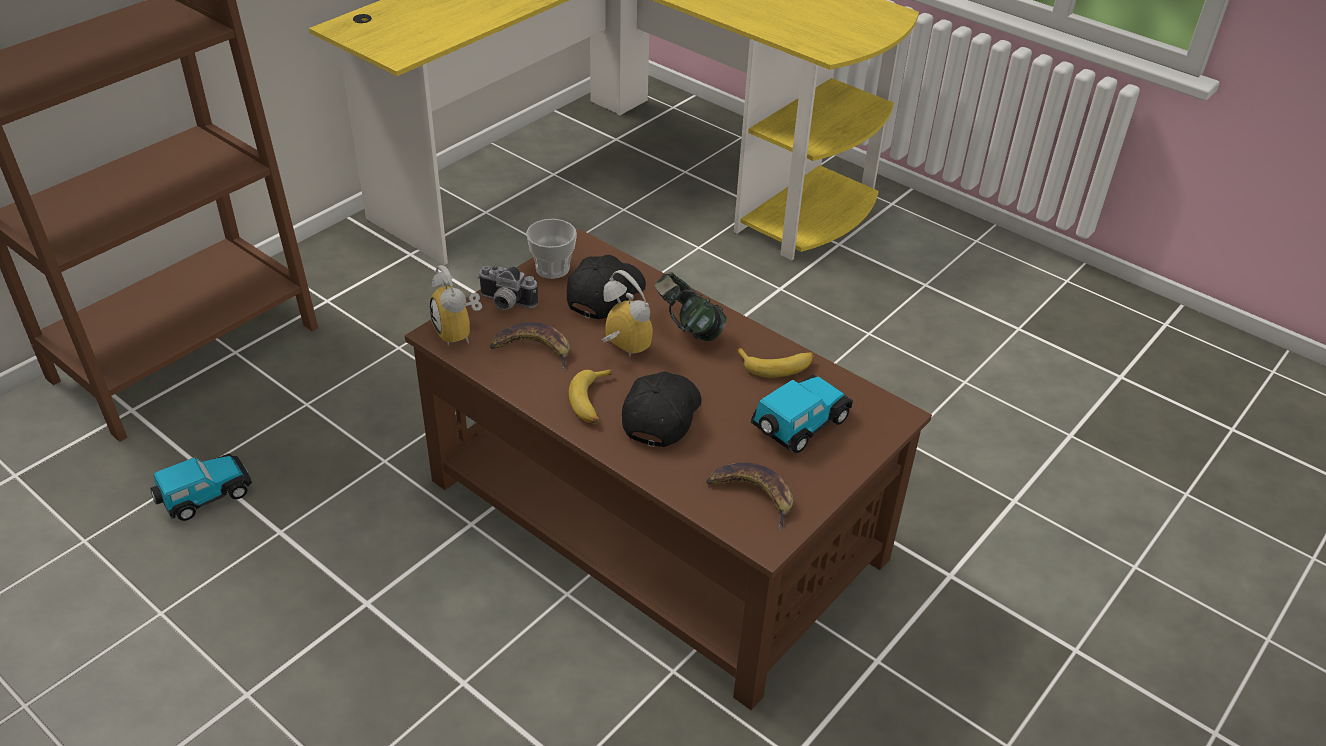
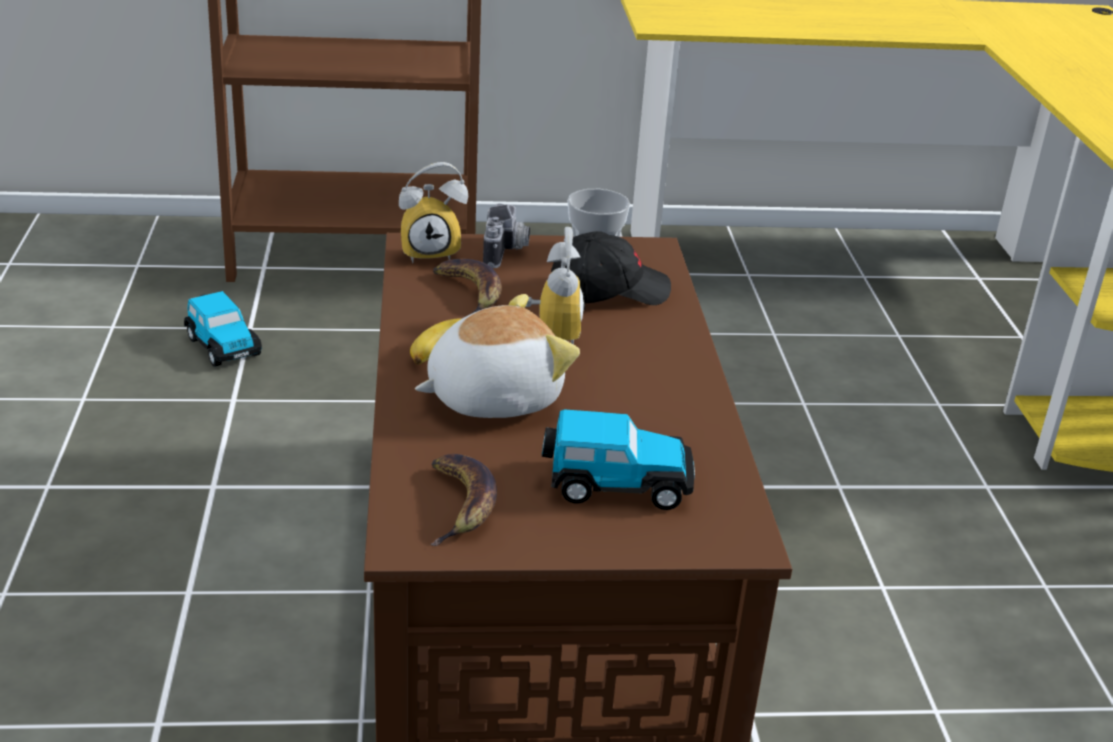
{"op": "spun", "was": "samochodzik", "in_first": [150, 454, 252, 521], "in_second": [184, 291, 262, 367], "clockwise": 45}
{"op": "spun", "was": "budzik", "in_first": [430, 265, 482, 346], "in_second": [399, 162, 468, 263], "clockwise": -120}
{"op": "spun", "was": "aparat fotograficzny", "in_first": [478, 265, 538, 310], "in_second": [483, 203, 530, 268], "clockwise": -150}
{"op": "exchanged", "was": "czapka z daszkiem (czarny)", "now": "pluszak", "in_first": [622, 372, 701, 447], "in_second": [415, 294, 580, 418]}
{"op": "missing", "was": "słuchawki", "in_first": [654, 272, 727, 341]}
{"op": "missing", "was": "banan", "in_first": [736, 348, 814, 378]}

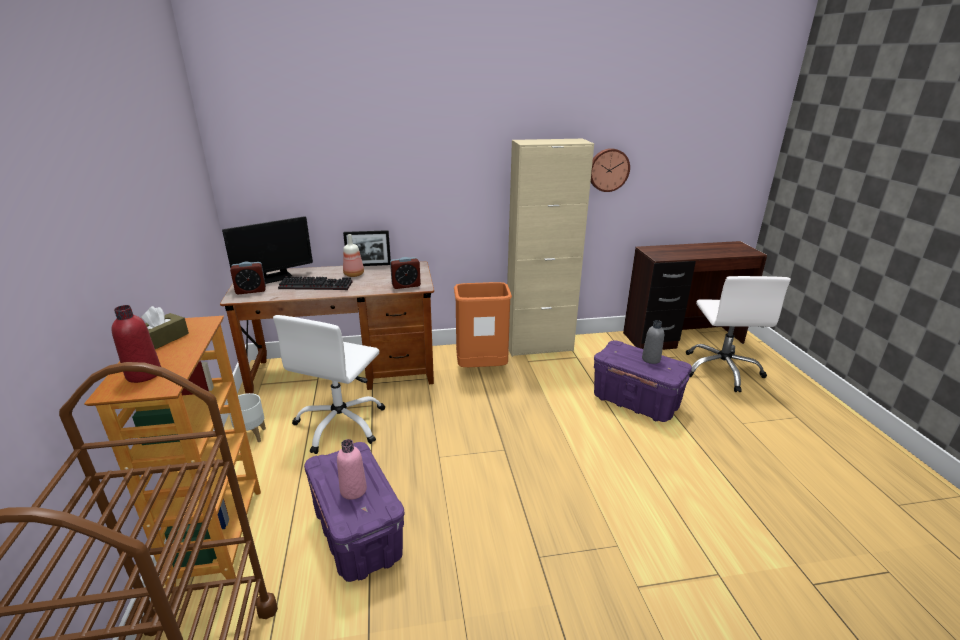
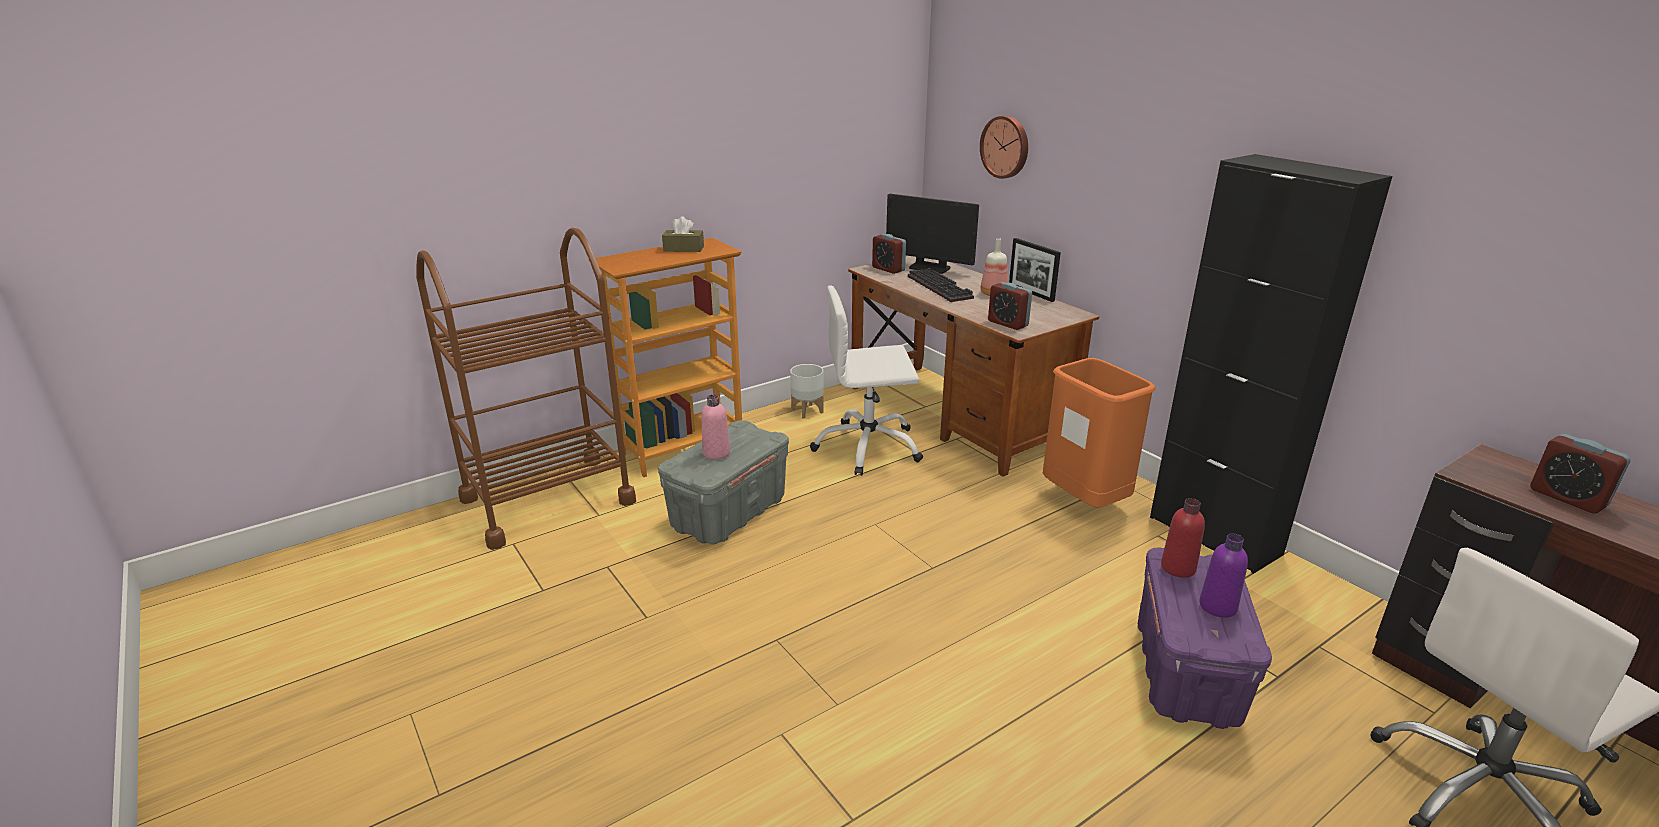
{"op": "relocated", "was": "butelka (czerwony)", "in_first": [112, 305, 161, 383], "in_second": [1161, 498, 1205, 578]}
{"op": "colour", "was": "pojemnik do przechowywania (fioletowy)", "now": "pojemnik do przechowywania (szary)", "in_first": [304, 442, 404, 582], "in_second": [658, 420, 789, 544]}
{"op": "colour", "was": "szafka (beżowy)", "now": "szafka (czarny)", "in_first": [507, 138, 594, 357], "in_second": [1150, 154, 1393, 574]}
{"op": "relocated", "was": "zegar ścienny", "in_first": [591, 148, 630, 192], "in_second": [980, 116, 1028, 179]}
{"op": "colour", "was": "butelka (szary)", "now": "butelka (fioletowy)", "in_first": [642, 320, 664, 364], "in_second": [1199, 533, 1248, 618]}
{"op": "appeared", "now": "budzik", "in_second": [1530, 434, 1631, 514]}

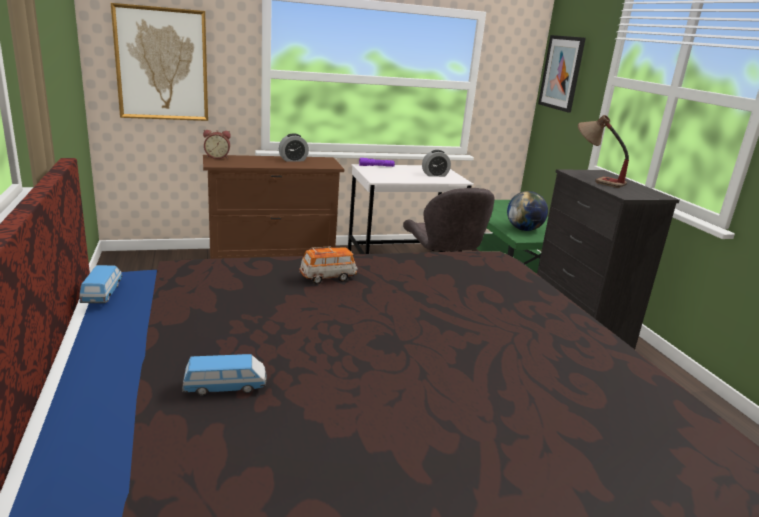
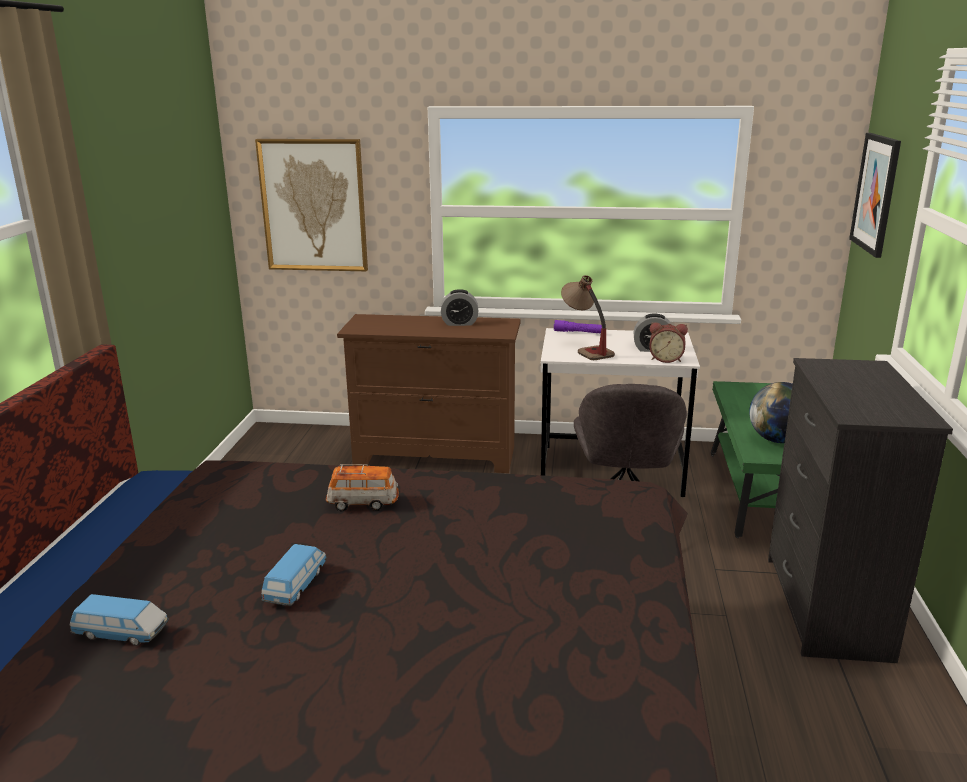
{"op": "relocated", "was": "samochodzik", "in_first": [79, 265, 122, 303], "in_second": [261, 544, 327, 606]}
{"op": "relocated", "was": "budzik", "in_first": [203, 130, 231, 159], "in_second": [649, 322, 688, 363]}
{"op": "relocated", "was": "lampa stołowa", "in_first": [578, 115, 629, 188], "in_second": [561, 275, 615, 360]}

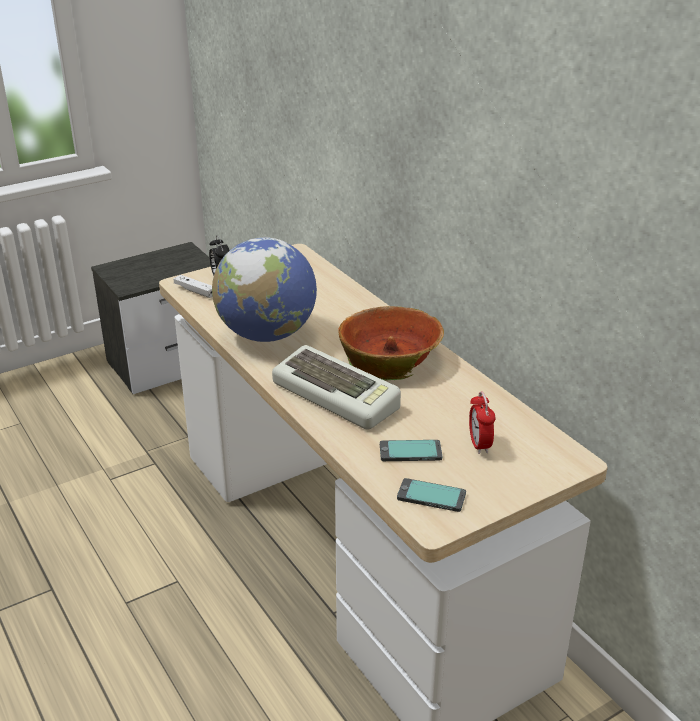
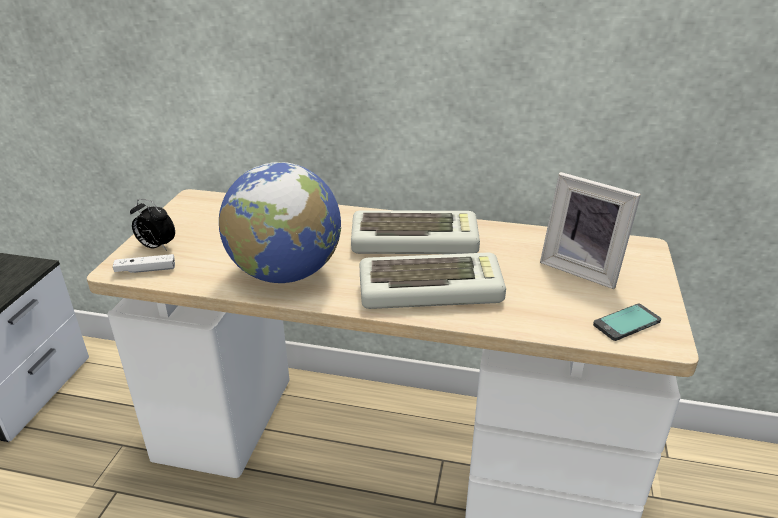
{"op": "exchanged", "was": "miska", "now": "klawiatura", "in_first": [338, 306, 444, 381], "in_second": [351, 210, 480, 254]}
{"op": "missing", "was": "telefon", "in_first": [380, 440, 442, 461]}
{"op": "exchanged", "was": "budzik", "now": "ramka na zdjęcie", "in_first": [469, 391, 496, 454], "in_second": [540, 172, 641, 289]}

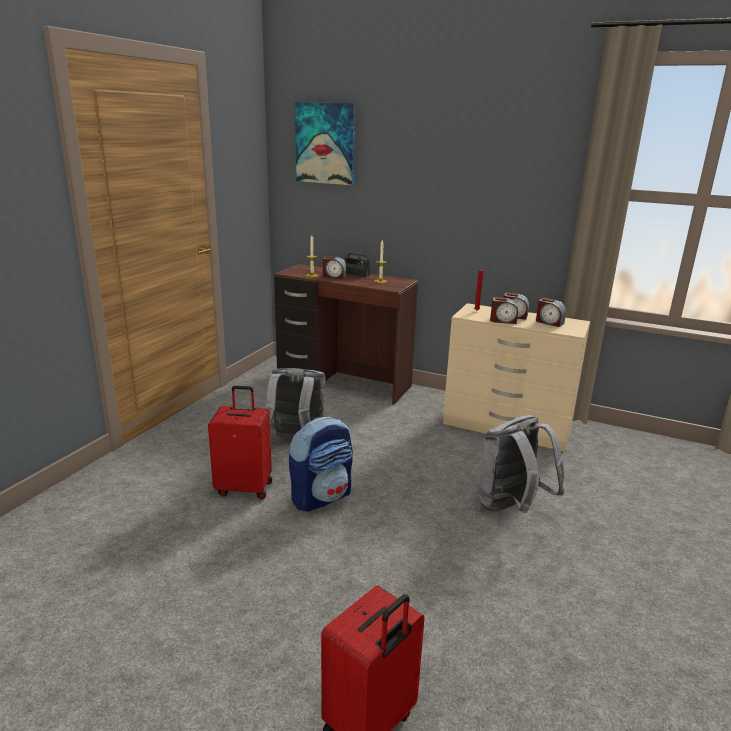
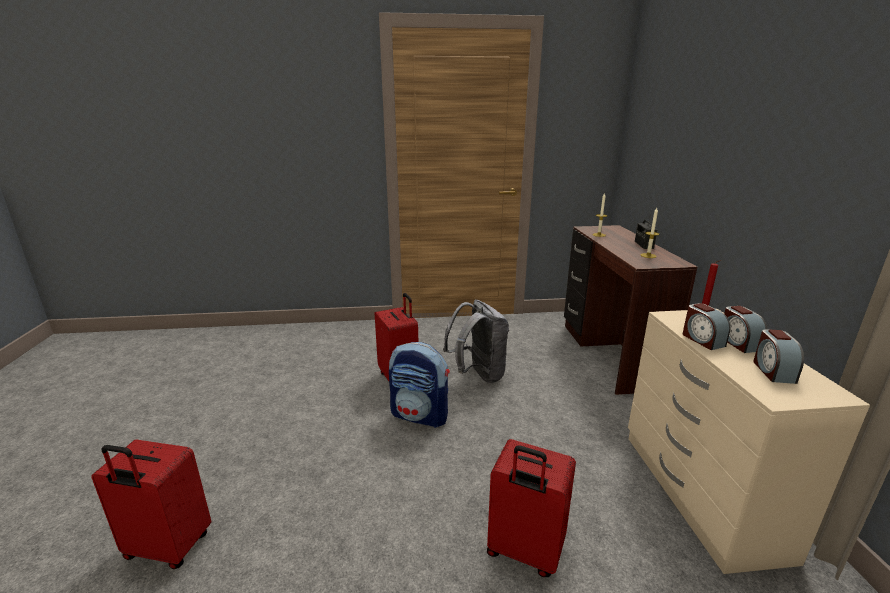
{"op": "missing", "was": "obraz", "in_first": [295, 102, 356, 185]}
{"op": "missing", "was": "budzik", "in_first": [323, 256, 346, 279]}
{"op": "exchanged", "was": "plecak (szary)", "now": "walizka (czerwony)", "in_first": [478, 415, 565, 513], "in_second": [487, 439, 576, 577]}

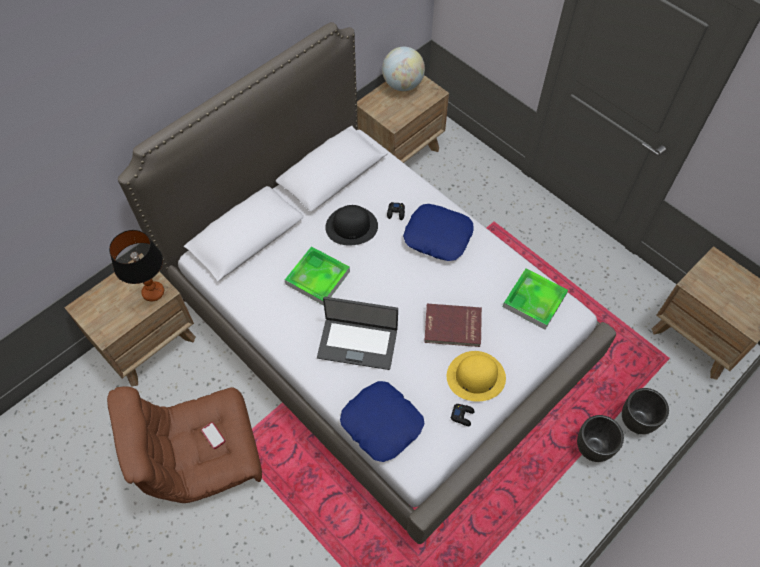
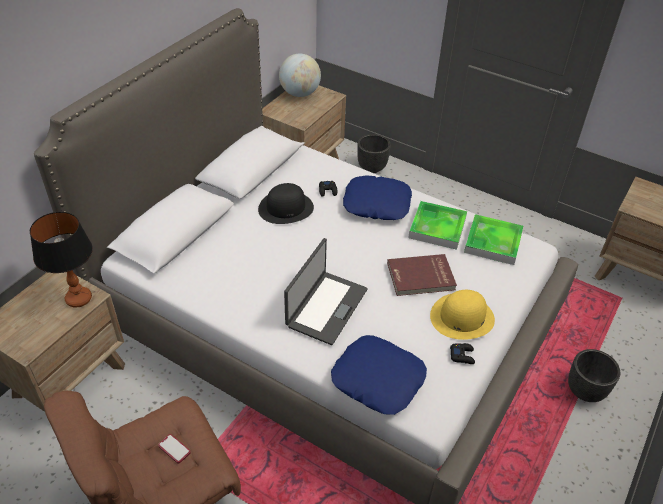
{"op": "relocated", "was": "taca", "in_first": [285, 246, 350, 306], "in_second": [408, 201, 467, 250]}
{"op": "spun", "was": "laptop", "in_first": [317, 297, 398, 370], "in_second": [284, 238, 367, 345], "clockwise": -60}
{"op": "relocated", "was": "donica (czarny)", "in_first": [622, 388, 669, 434], "in_second": [357, 134, 391, 173]}

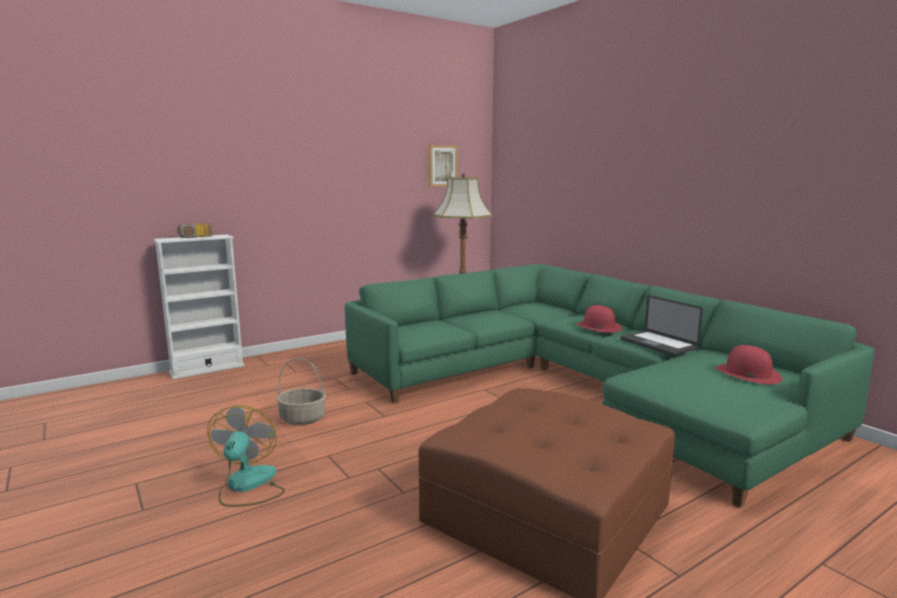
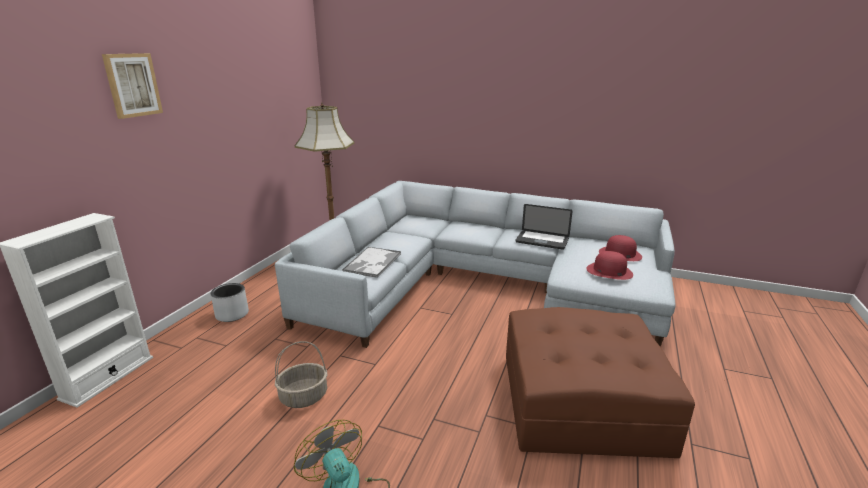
{"op": "missing", "was": "radio", "in_first": [177, 223, 213, 238]}
{"op": "colour", "was": "kanapa (zielony)", "now": "kanapa (szary)", "in_first": [345, 264, 875, 508], "in_second": [275, 181, 676, 348]}
{"op": "relocated", "was": "obraz", "in_first": [429, 145, 458, 187], "in_second": [102, 53, 163, 119]}
{"op": "relocated", "was": "kapelusz (czerwony)", "in_first": [577, 305, 622, 333], "in_second": [586, 251, 633, 280]}
{"op": "appeared", "now": "donica (szary)", "in_second": [211, 283, 249, 322]}
{"op": "appeared", "now": "taca", "in_second": [342, 247, 401, 278]}

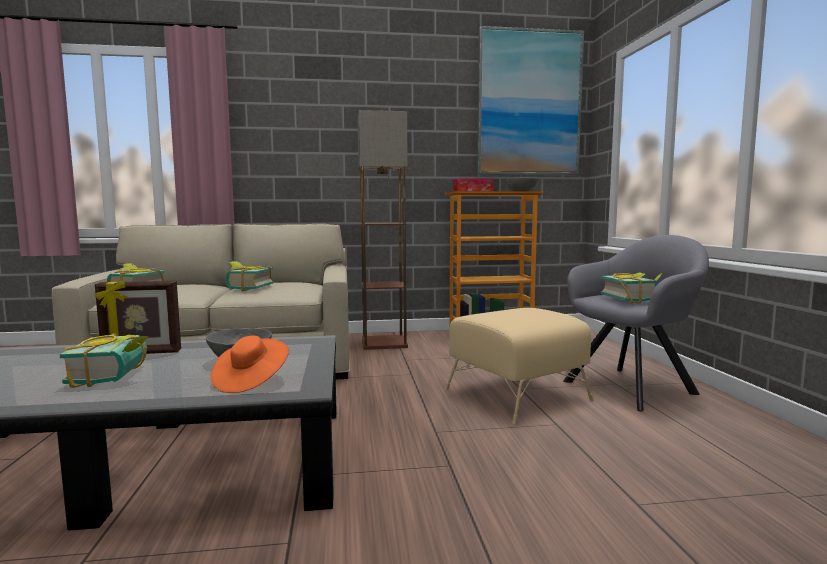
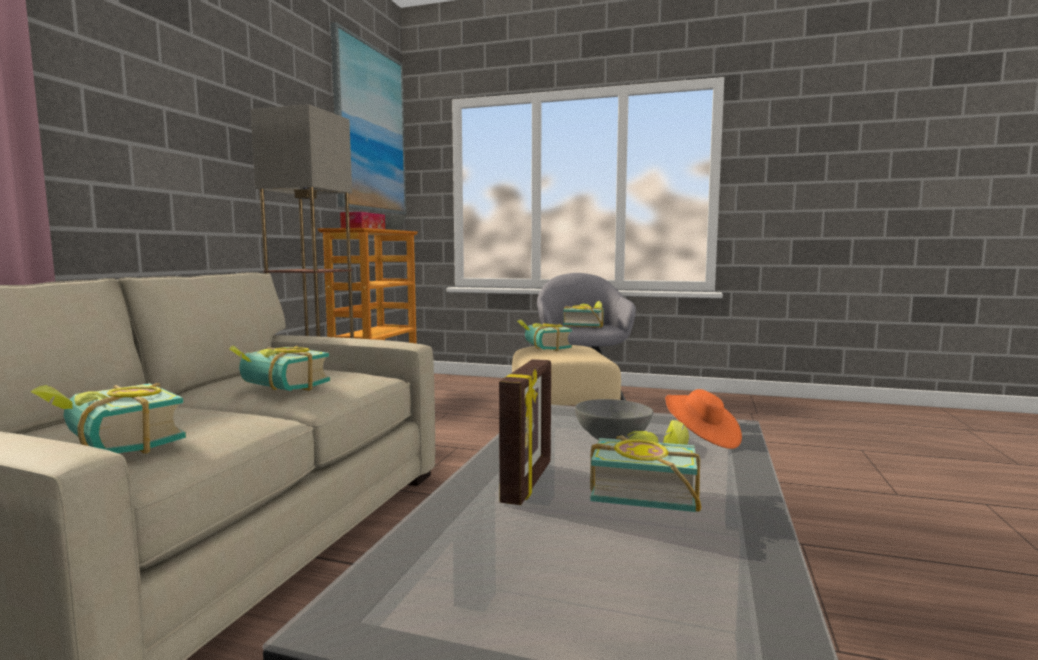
{"op": "appeared", "now": "książka", "in_second": [517, 320, 572, 352]}

